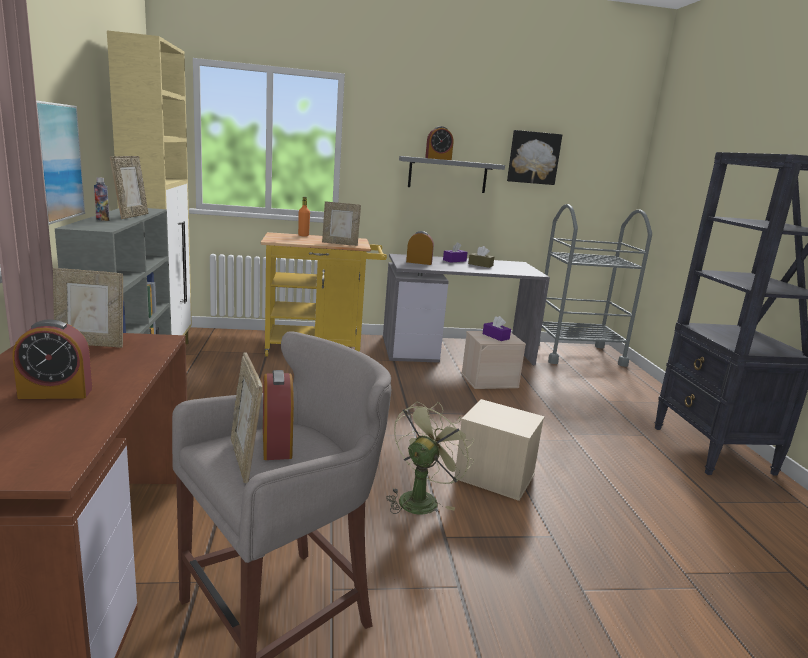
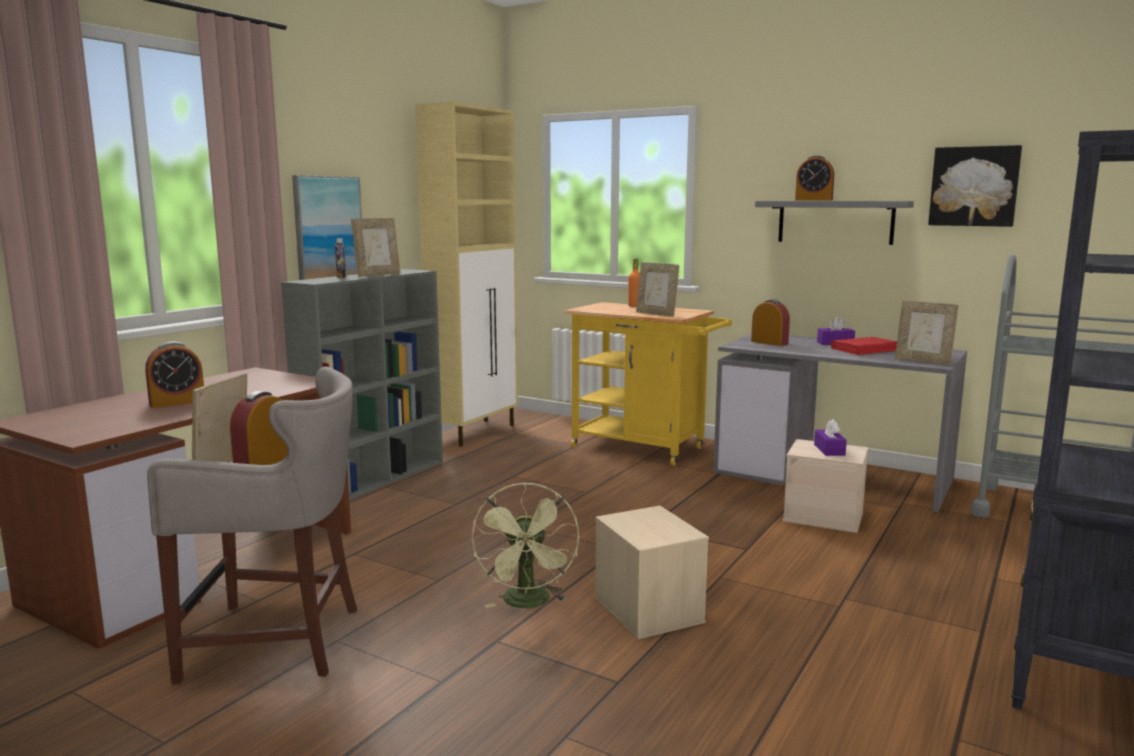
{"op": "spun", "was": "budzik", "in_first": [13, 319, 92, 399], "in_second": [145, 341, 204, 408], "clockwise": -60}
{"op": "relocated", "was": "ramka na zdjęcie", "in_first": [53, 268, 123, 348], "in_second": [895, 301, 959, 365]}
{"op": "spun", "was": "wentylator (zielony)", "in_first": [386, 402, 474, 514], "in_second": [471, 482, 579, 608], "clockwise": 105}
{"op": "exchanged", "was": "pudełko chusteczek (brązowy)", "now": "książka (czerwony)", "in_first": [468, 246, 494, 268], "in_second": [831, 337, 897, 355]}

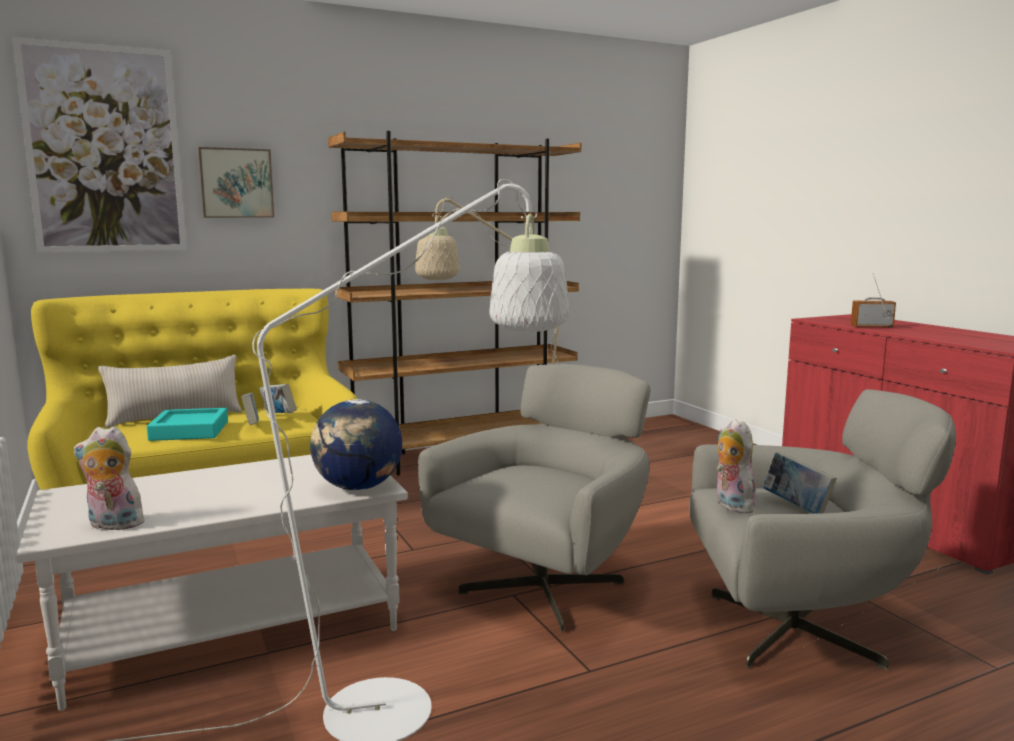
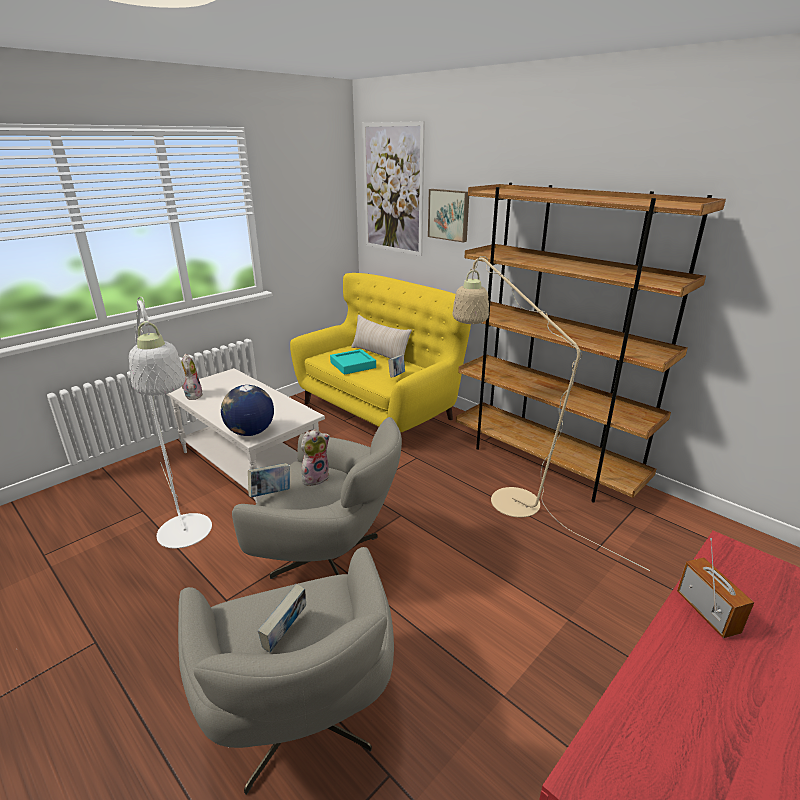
{"op": "relocated", "was": "książka", "in_first": [241, 393, 259, 425], "in_second": [248, 463, 290, 497]}
{"op": "relocated", "was": "pluszak", "in_first": [716, 419, 757, 514], "in_second": [301, 429, 330, 486]}

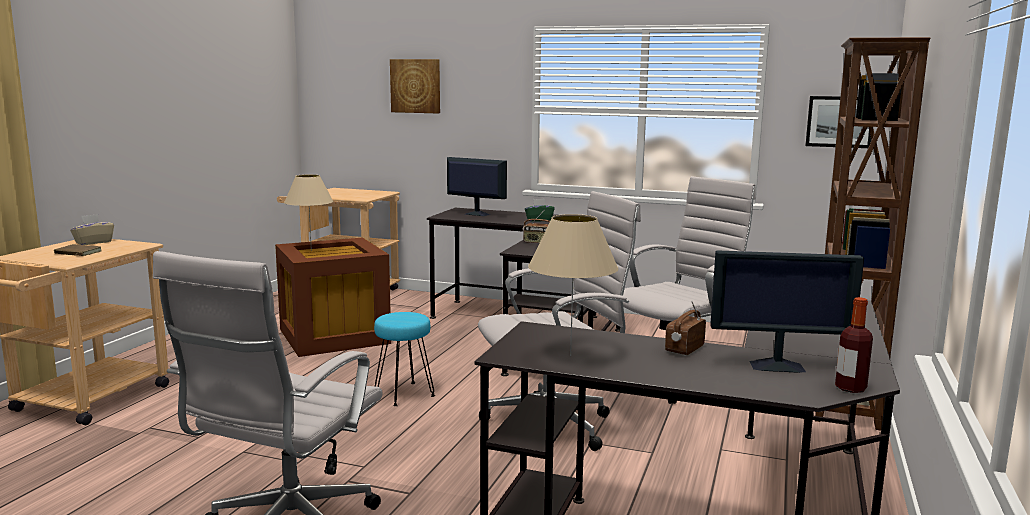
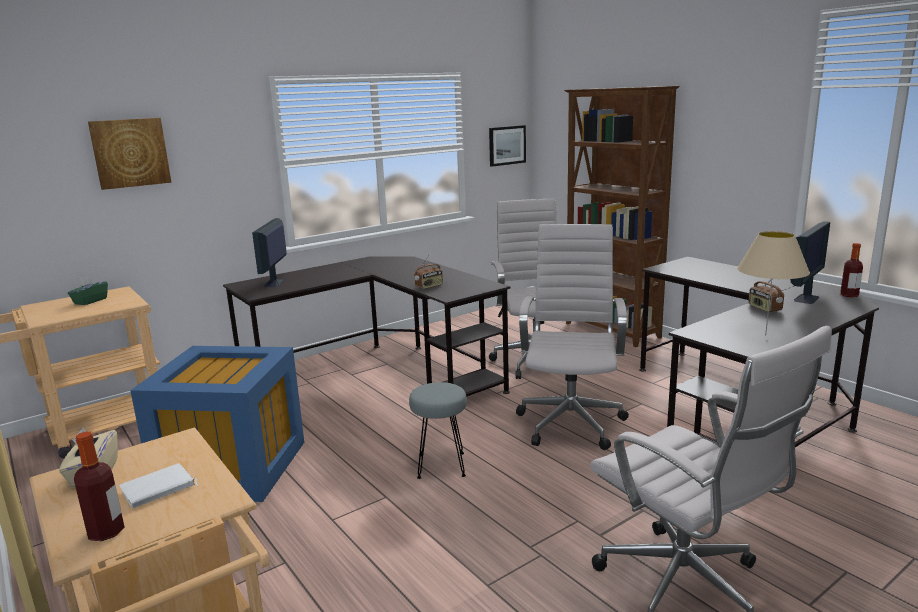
{"op": "colour", "was": "książka (brązowy)", "now": "książka (biały)", "in_first": [54, 244, 101, 256], "in_second": [119, 463, 198, 509]}
{"op": "colour", "was": "pojemnik do przechowywania (brązowy)", "now": "pojemnik do przechowywania (niebieski)", "in_first": [275, 238, 391, 357], "in_second": [130, 346, 304, 502]}
{"op": "missing", "was": "lampa stołowa (beżowy)", "in_first": [284, 174, 333, 251]}
{"op": "colour", "was": "stołek (turkusowy)", "now": "stołek (szary)", "in_first": [374, 312, 435, 406], "in_second": [409, 382, 467, 479]}
{"op": "spun", "was": "monitor", "in_first": [447, 157, 507, 216], "in_second": [252, 218, 287, 287], "clockwise": -60}
{"op": "relocated", "was": "pudełko chusteczek (zielony)", "in_first": [525, 199, 555, 222], "in_second": [68, 275, 108, 305]}
{"op": "appeared", "now": "butelka", "in_second": [74, 432, 124, 541]}

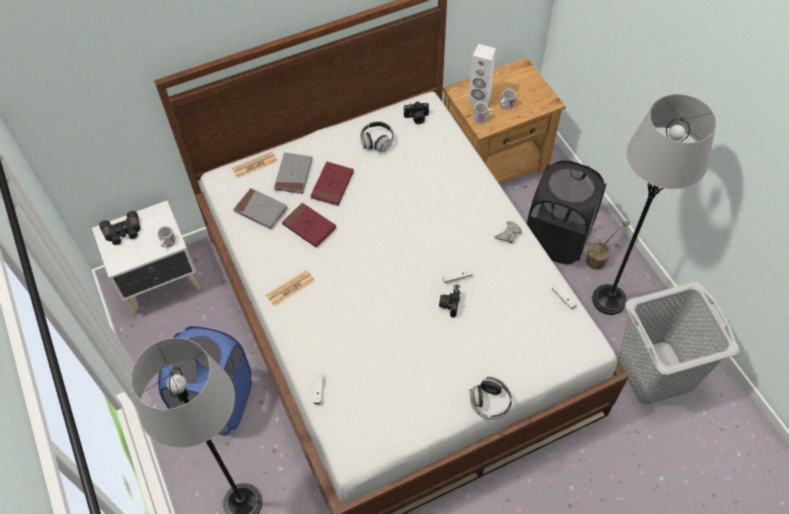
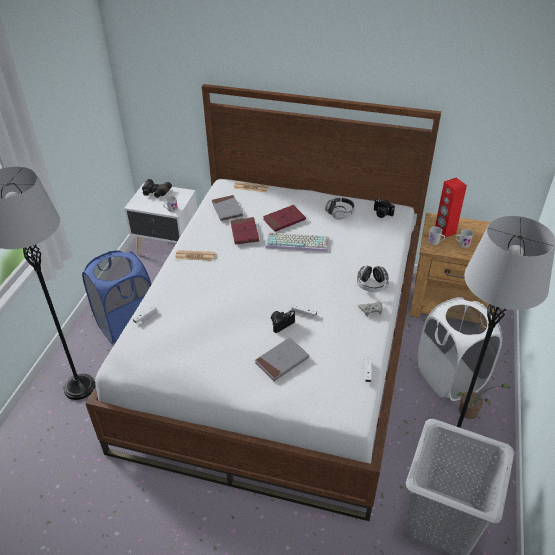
{"op": "relocated", "was": "książka (szary)", "in_first": [274, 152, 313, 194], "in_second": [255, 337, 309, 381]}
{"op": "colour", "was": "głośnik (biały)", "now": "głośnik (czerwony)", "in_first": [468, 44, 496, 106], "in_second": [435, 178, 467, 238]}
{"op": "relocated", "was": "słuchawki", "in_first": [470, 376, 513, 420], "in_second": [357, 266, 389, 292]}
{"op": "colour", "was": "kosz na pranie (czarny)", "now": "kosz na pranie (biały)", "in_first": [527, 160, 606, 264], "in_second": [417, 297, 502, 401]}
{"op": "appeared", "now": "klawiatura", "in_second": [265, 232, 329, 252]}

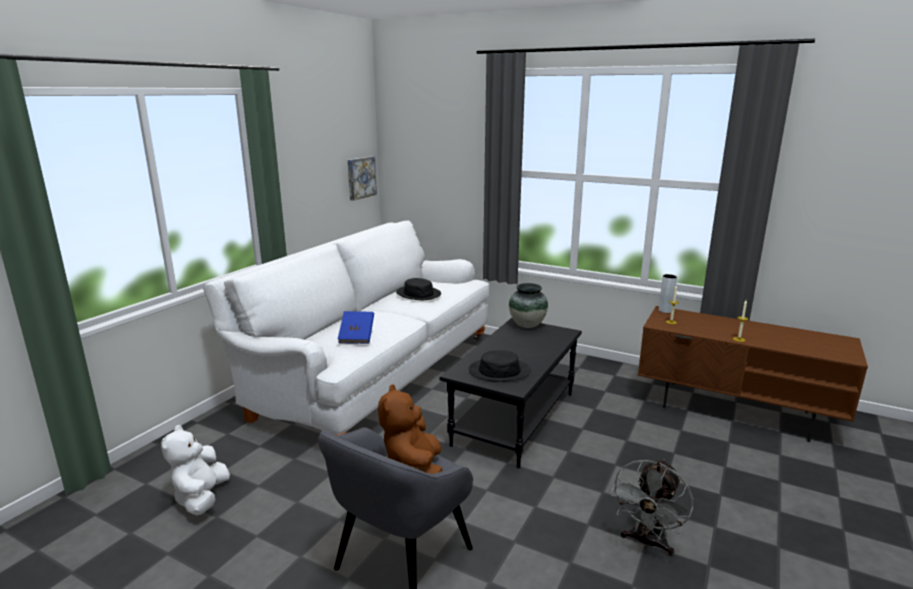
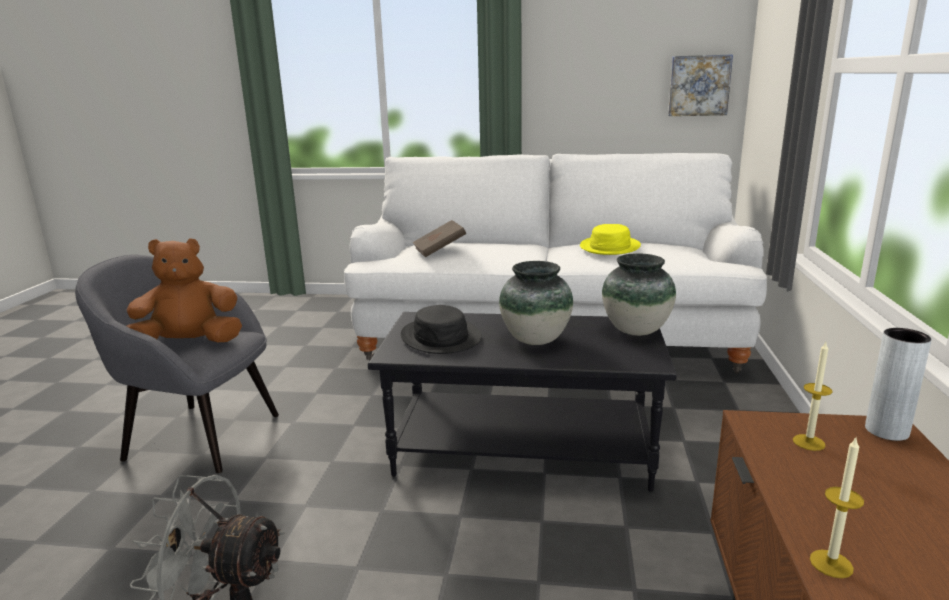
{"op": "missing", "was": "pluszak (biały)", "in_first": [161, 425, 230, 516]}
{"op": "colour", "was": "książka (niebieski)", "now": "książka (brązowy)", "in_first": [338, 311, 374, 344], "in_second": [413, 220, 466, 257]}
{"op": "colour", "was": "kapelusz (czarny)", "now": "kapelusz (żółty)", "in_first": [396, 278, 441, 300], "in_second": [580, 224, 641, 255]}
{"op": "appeared", "now": "wazon", "in_second": [499, 261, 573, 345]}

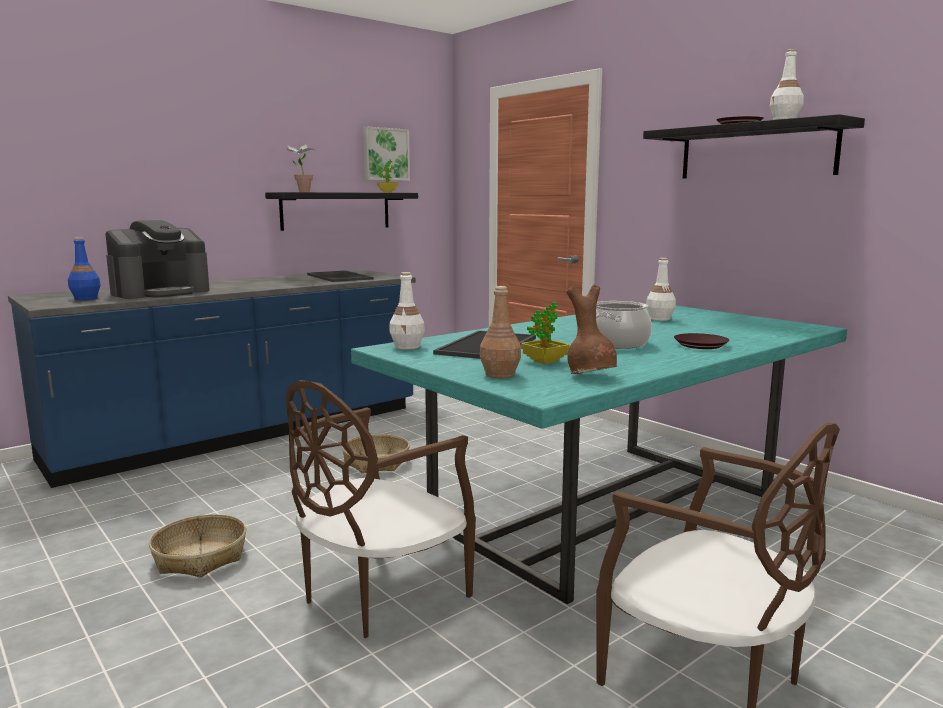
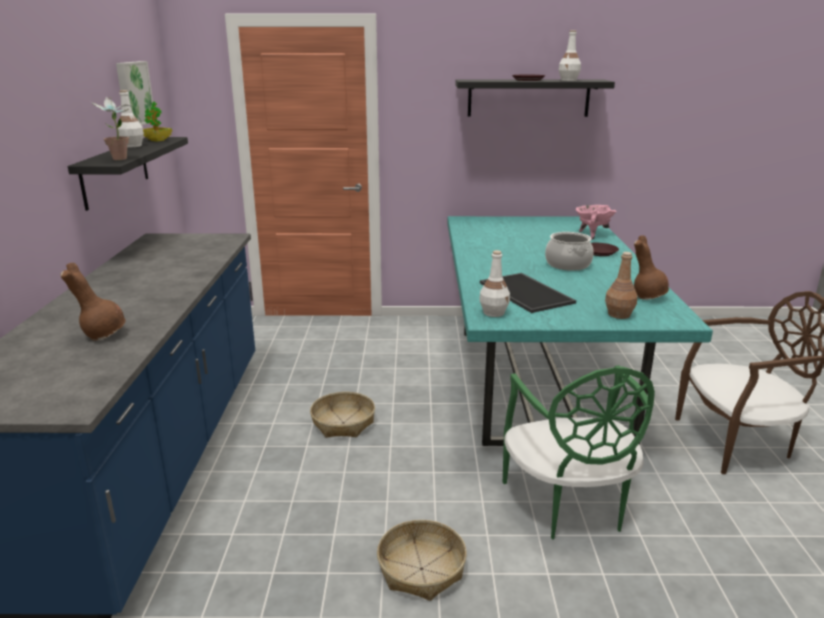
{"op": "missing", "was": "butelka (niebieski)", "in_first": [68, 237, 100, 300]}
{"op": "exchanged", "was": "ekspres do kawy", "now": "wazon (brązowy)", "in_first": [105, 220, 210, 299], "in_second": [60, 263, 126, 341]}
{"op": "colour", "was": "krzesło (brązowy)", "now": "krzesło (zielony)", "in_first": [286, 380, 476, 638], "in_second": [503, 365, 655, 539]}
{"op": "missing", "was": "taca", "in_first": [307, 270, 374, 282]}
{"op": "missing", "was": "roślina doniczkowa", "in_first": [521, 302, 570, 364]}
{"op": "relocated", "was": "butelka (biały)", "in_first": [646, 258, 676, 321], "in_second": [118, 90, 144, 147]}
{"op": "appeared", "now": "garnek (różowy)", "in_second": [576, 205, 617, 240]}

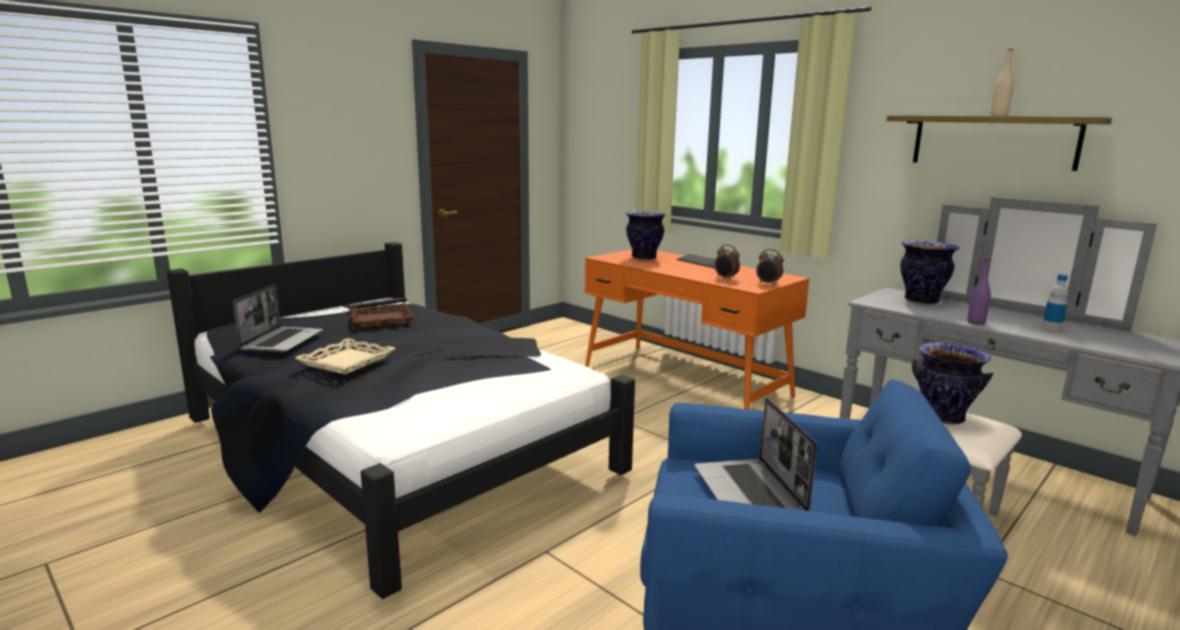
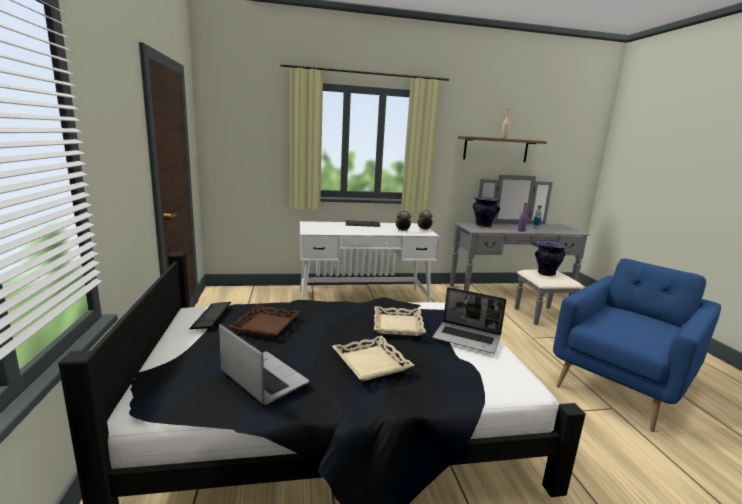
{"op": "colour", "was": "biurko (pomarańczowy)", "now": "biurko (biały)", "in_first": [585, 249, 809, 410], "in_second": [300, 221, 440, 302]}
{"op": "missing", "was": "wazon", "in_first": [626, 211, 666, 260]}
{"op": "relocated", "was": "laptop", "in_first": [695, 398, 817, 511], "in_second": [432, 287, 506, 354]}
{"op": "appeared", "now": "taca (beżowy)", "in_second": [374, 306, 426, 336]}

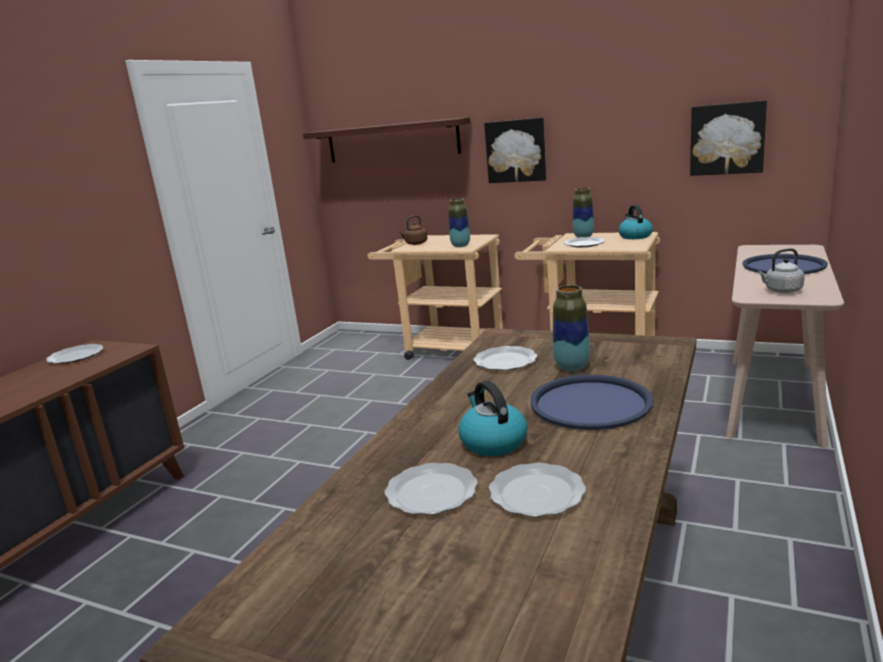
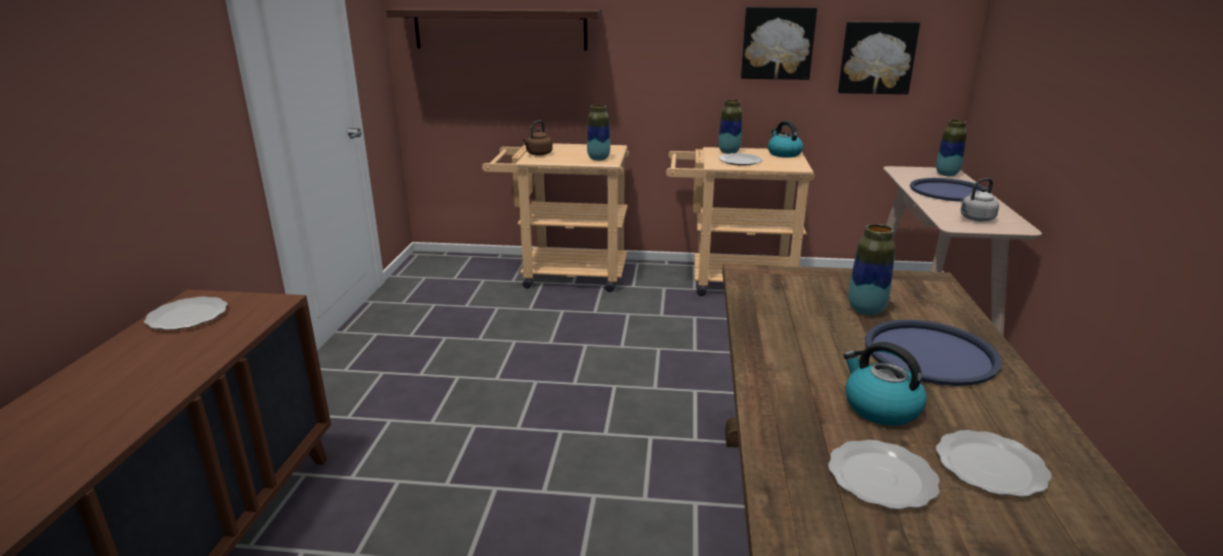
{"op": "missing", "was": "talerz", "in_first": [474, 346, 537, 371]}
{"op": "relocated", "was": "obraz", "in_first": [484, 118, 546, 183], "in_second": [741, 7, 817, 80]}
{"op": "appeared", "now": "wazon", "in_second": [936, 120, 967, 176]}

